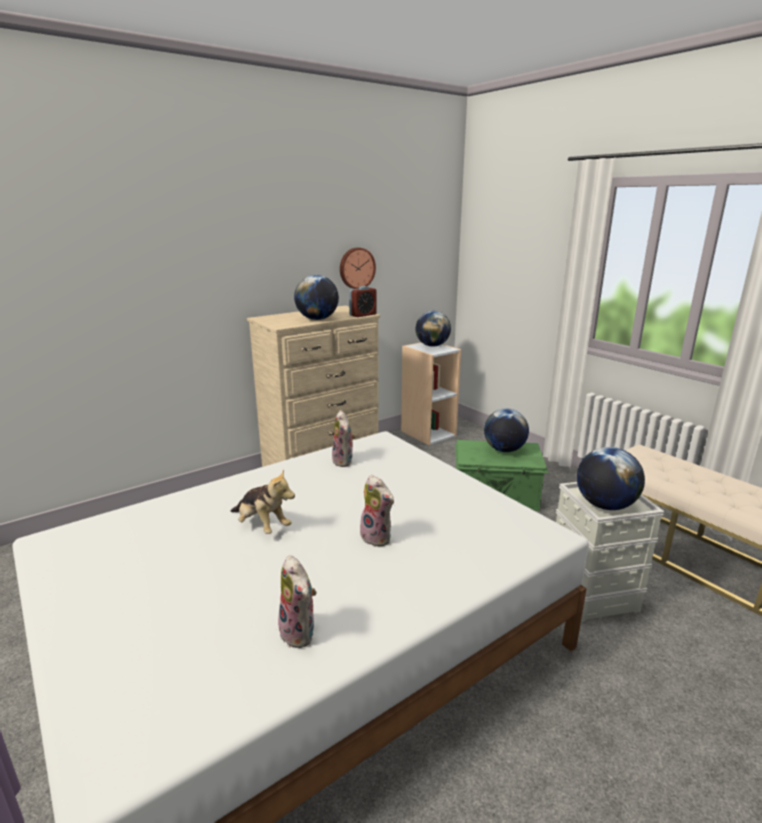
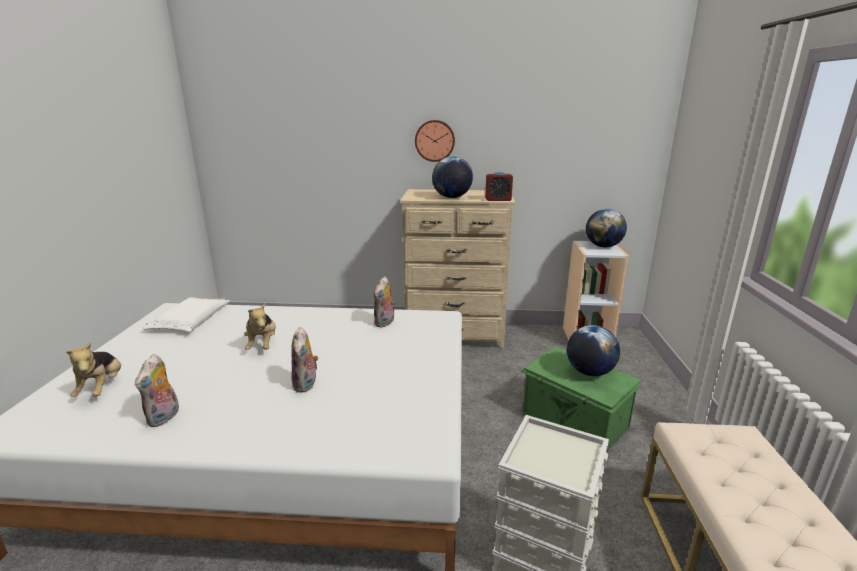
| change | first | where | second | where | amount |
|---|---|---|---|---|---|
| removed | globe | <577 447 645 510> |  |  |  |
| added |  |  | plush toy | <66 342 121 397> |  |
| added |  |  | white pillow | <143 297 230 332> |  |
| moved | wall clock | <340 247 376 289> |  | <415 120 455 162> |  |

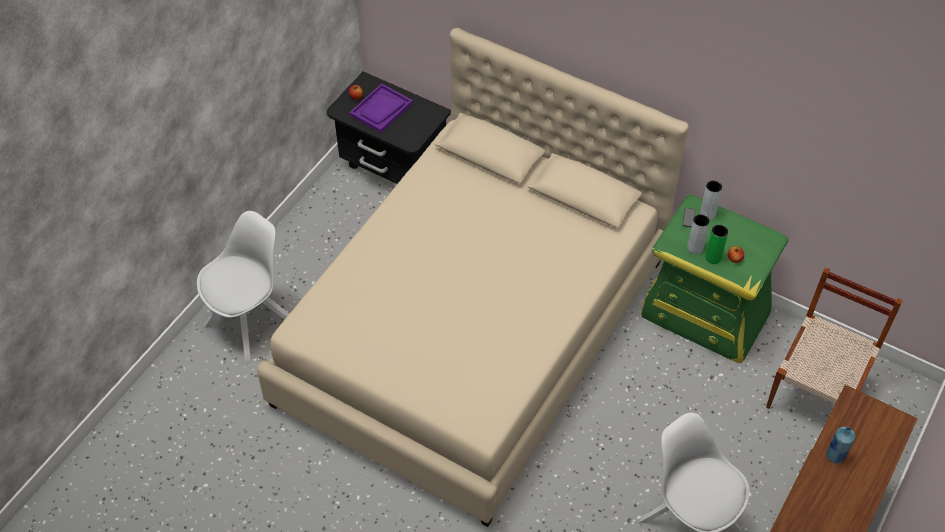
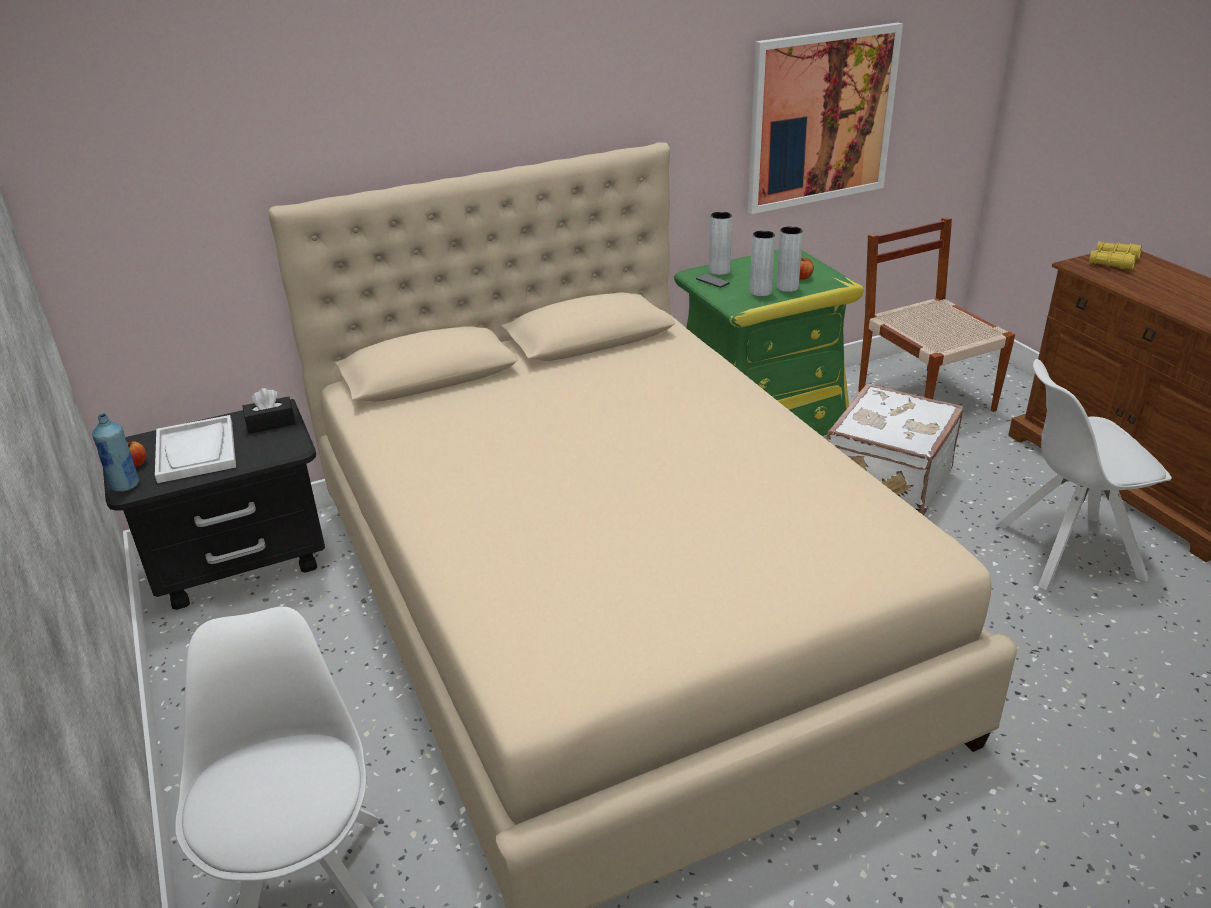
| change | first | where | second | where | amount |
|---|---|---|---|---|---|
| added |  |  | black tissue box | <243 388 296 434> |  |
| added |  |  | picture | <748 23 903 214> |  |
| added |  |  | white suitcase | <826 383 964 515> |  |
| added |  |  | yellow binoculars | <1089 241 1142 269> |  |
| moved | blue bottle | <826 427 855 464> |  | <92 413 139 492> |  |
| recoloured | purple tray | <350 83 413 133> | white tray | <155 415 236 483> |  |
| recoloured | green vase | <705 224 728 264> | grey vase | <776 226 803 292> |  |

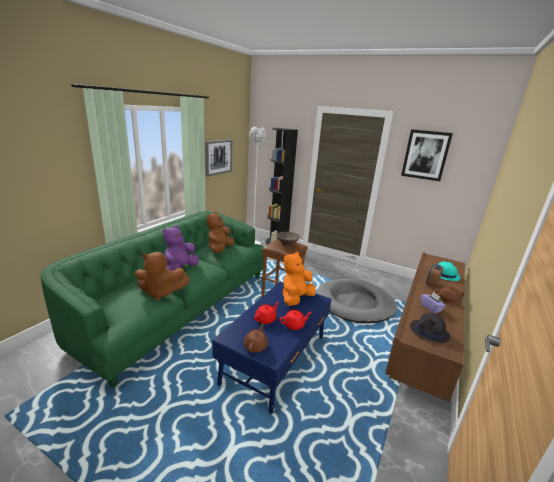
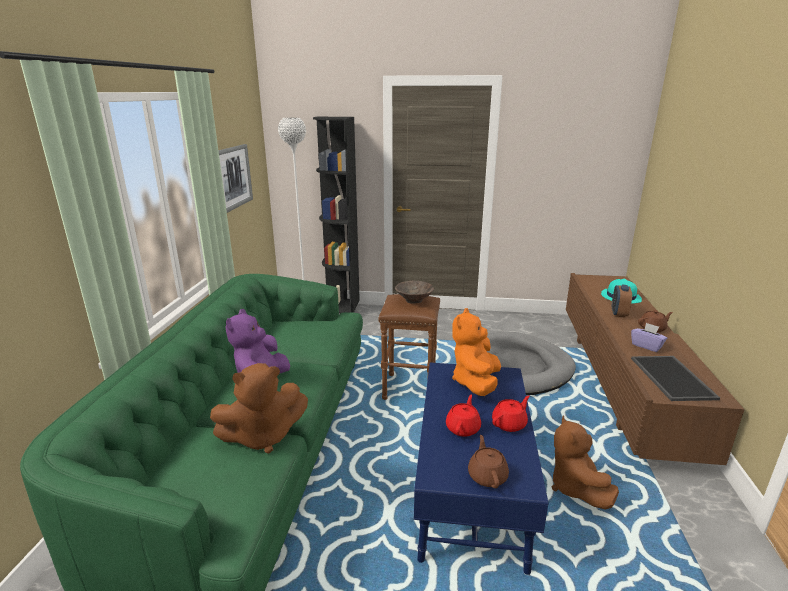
| change | first | where | second | where | amount |
|---|---|---|---|---|---|
| removed | picture | <401 129 453 181> |  |  |  |
| moved | brown plush toy | <207 212 234 253> |  | <552 416 619 510> |  |
| replaced | black hat | <410 313 450 343> | tray | <631 356 720 401> |  |

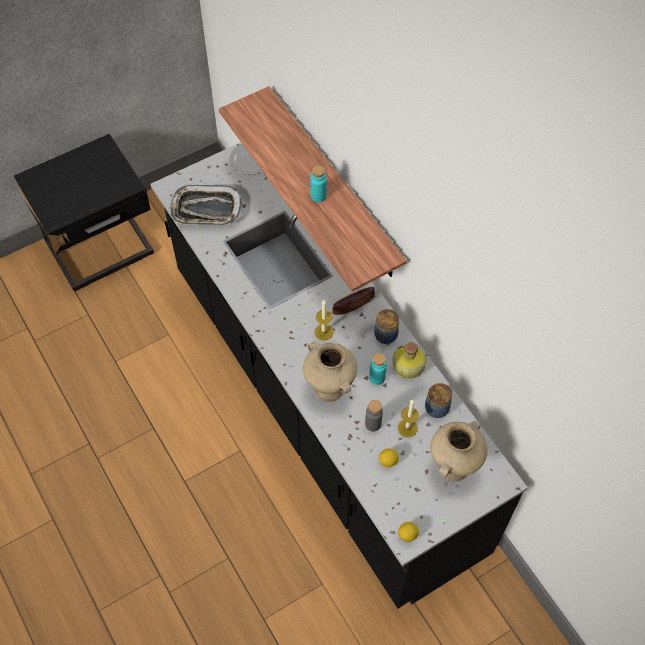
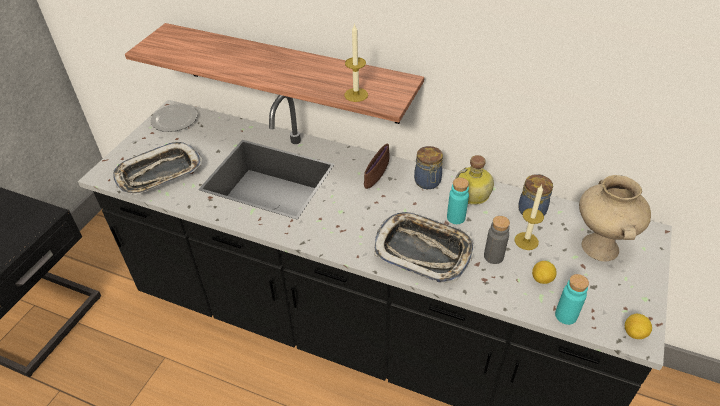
| change | first | where | second | where | amount |
|---|---|---|---|---|---|
| moved | turquoise bottle | <310 165 327 202> |  | <555 274 589 325> |  |
| moved | candle | <315 300 334 340> |  | <345 23 368 102> |  |
| replaced | beige vase | <303 342 357 402> | tray | <374 212 474 283> |  |

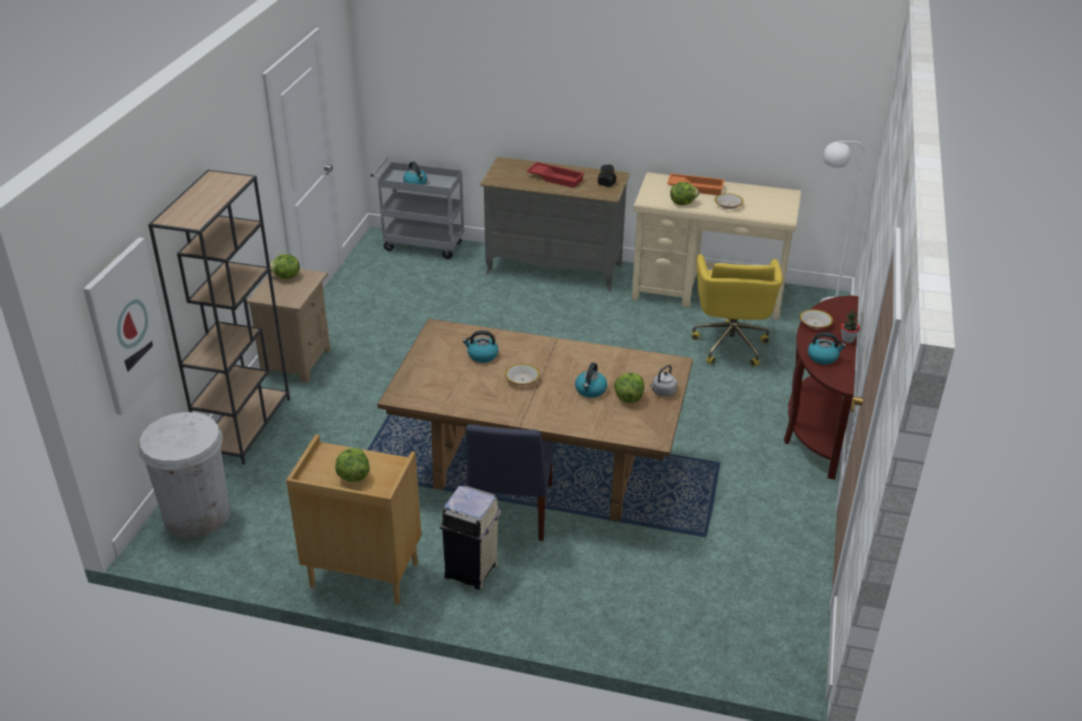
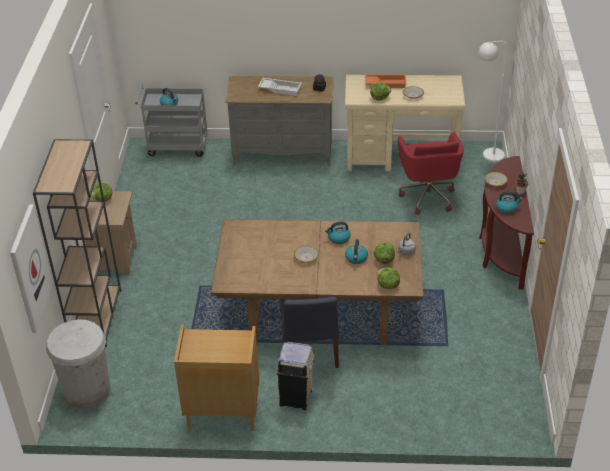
| change | first | where | second | where | amount |
|---|---|---|---|---|---|
| moved | lettuce | <335 448 370 482> |  | <377 267 400 289> |  |
| moved | kettle | <463 330 499 363> |  | <325 221 350 244> |  |
| recoloured | red tray | <526 162 585 188> | white tray | <258 78 302 96> |  |
| recoloured | yellow office chair | <691 254 782 366> | red office chair | <398 132 464 215> |  |

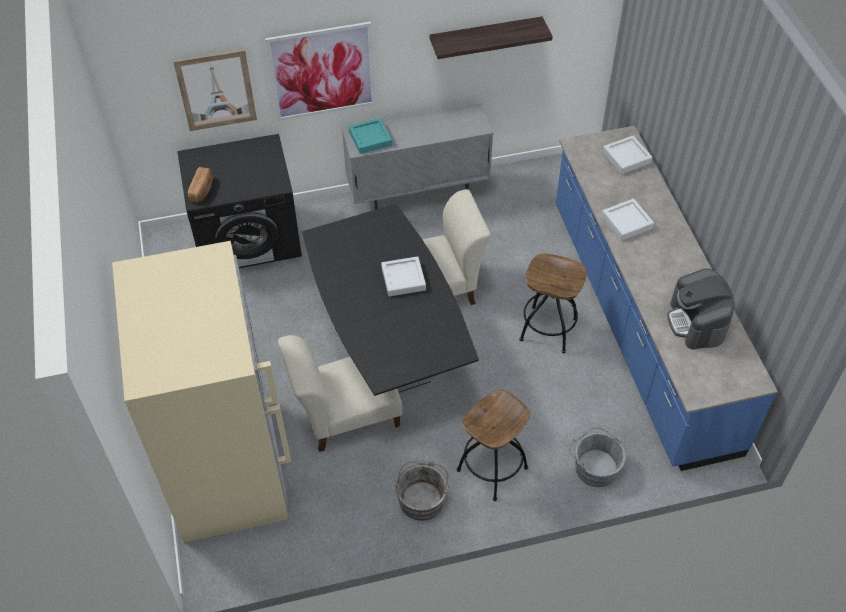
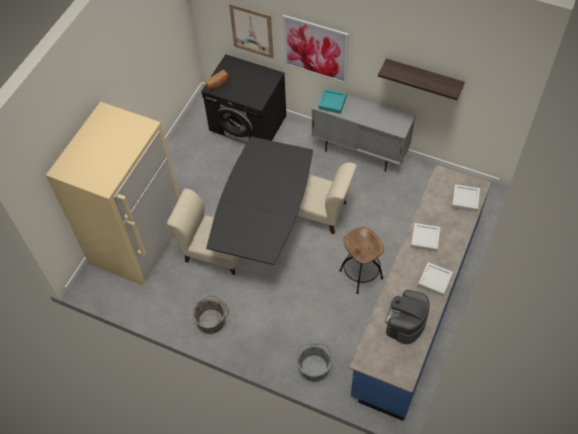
| change | first | where | second | where | amount |
|---|---|---|---|---|---|
| removed | brown stool | <457 389 530 501> |  |  |  |
| moved | grey tray | <381 256 426 297> |  | <418 262 453 296> |  |

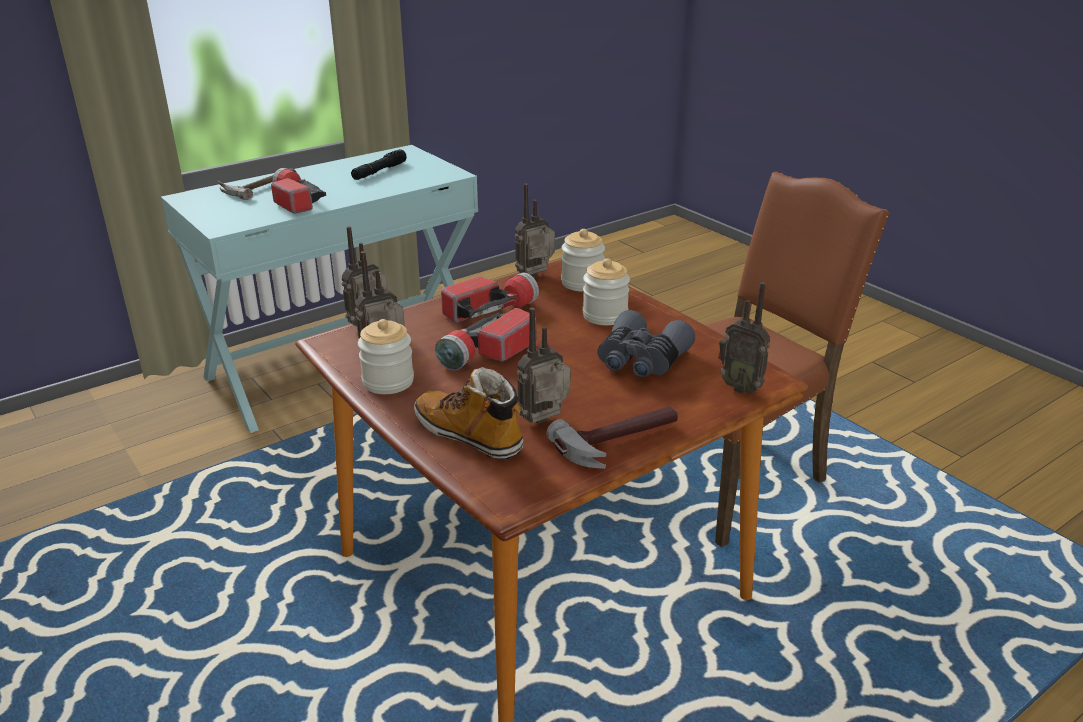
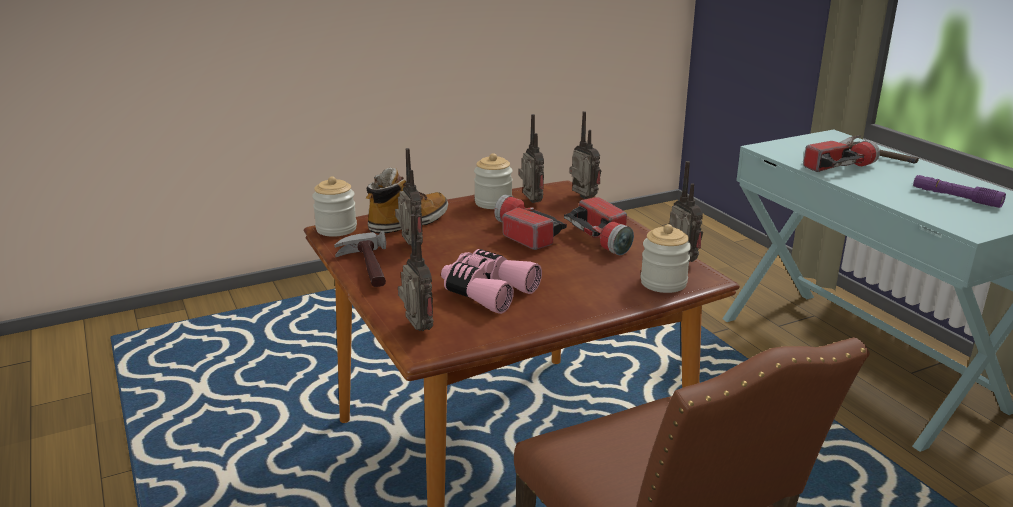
| change | first | where | second | where | amount |
|---|---|---|---|---|---|
| moved | jar | <583 258 630 325> |  | <312 177 357 237> |  |
| recoloured | black flashlight | <351 149 407 180> | purple flashlight | <913 175 1006 208> |  |
| recoloured | grey binoculars | <597 310 695 377> | pink binoculars | <441 249 542 314> |  |
| turned | radio | <718 282 770 394> |  | <398 214 433 331> | 105 degrees clockwise |

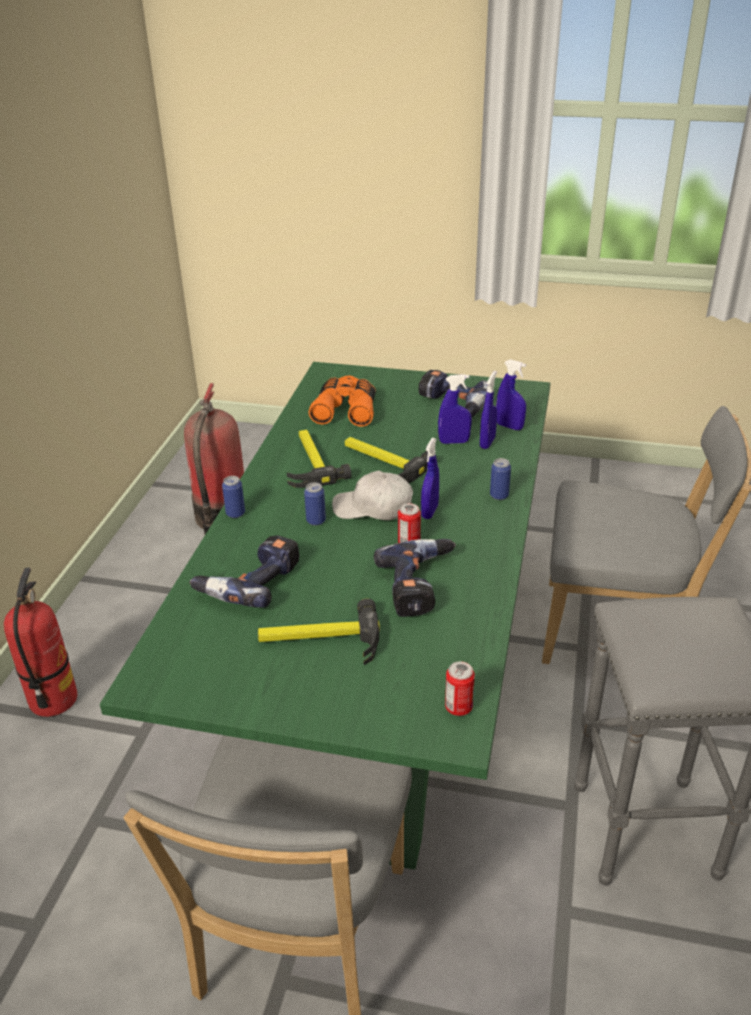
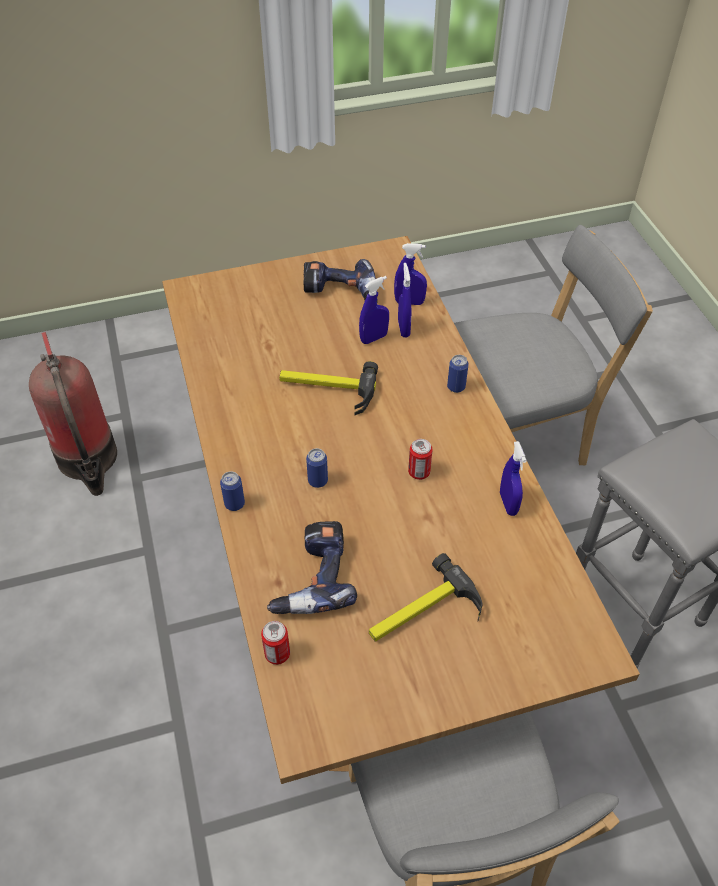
| change | first | where | second | where | amount |
|---|---|---|---|---|---|
| removed | fire extinguisher | <4 568 77 717> |  |  |  |
| removed | hammer | <287 430 351 488> |  |  |  |
| removed | orange binoculars | <309 375 376 427> |  |  |  |
| removed | white cap | <332 471 413 520> |  |  |  |
| removed | power drill | <374 539 456 617> |  |  |  |
| moved | blue spray bottle | <421 438 439 519> |  | <500 441 527 516> |  |
| moved | can | <445 661 475 716> |  | <261 621 290 665> |  |
| recoloured | green dining table | <100 362 550 870> | brown dining table | <162 236 640 784> |  |

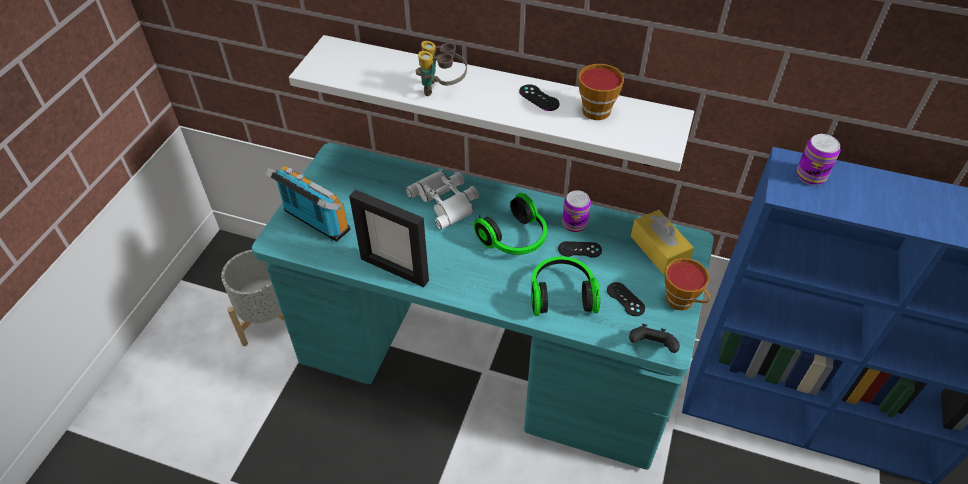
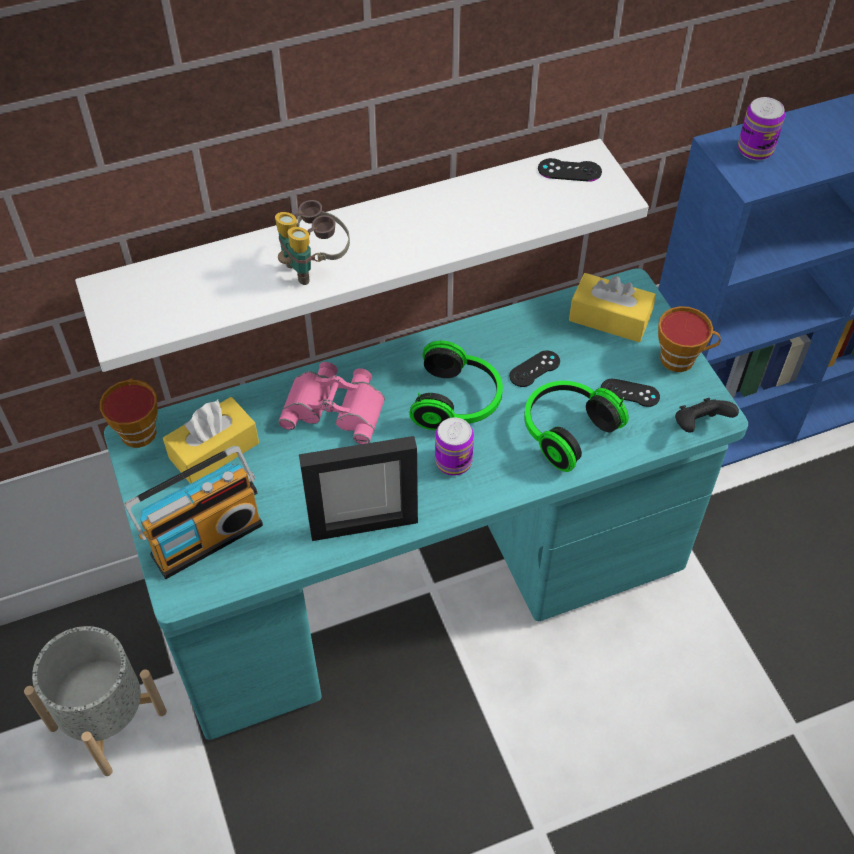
| change | first | where | second | where | amount |
|---|---|---|---|---|---|
| added |  |  | yellow tissue box | <163 397 259 484> |  |
| moved | black game controller | <519 84 560 111> |  | <538 158 602 182> |  |
| moved | can | <562 190 591 232> |  | <435 418 474 476> |  |
| moved | cup | <578 64 624 120> |  | <100 379 158 448> |  |
| recoloured | white binoculars | <405 170 479 230> | pink binoculars | <278 362 385 444> |  |
| turned | radio | <265 166 351 242> |  | <124 446 263 579> | 150 degrees clockwise |

